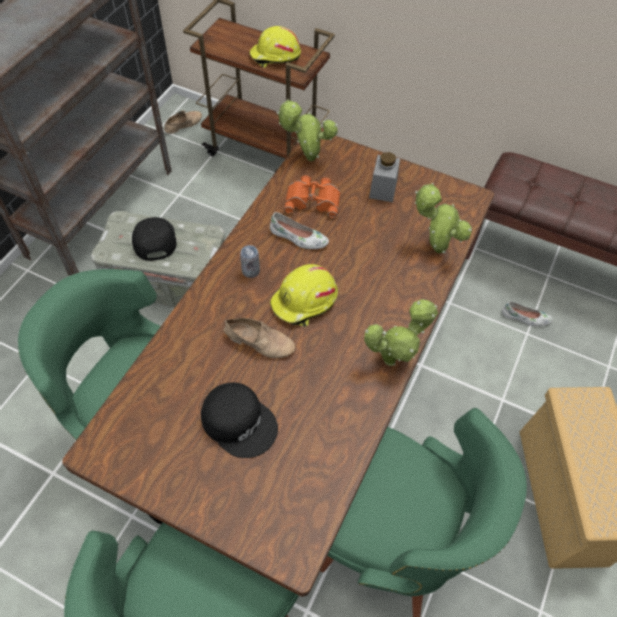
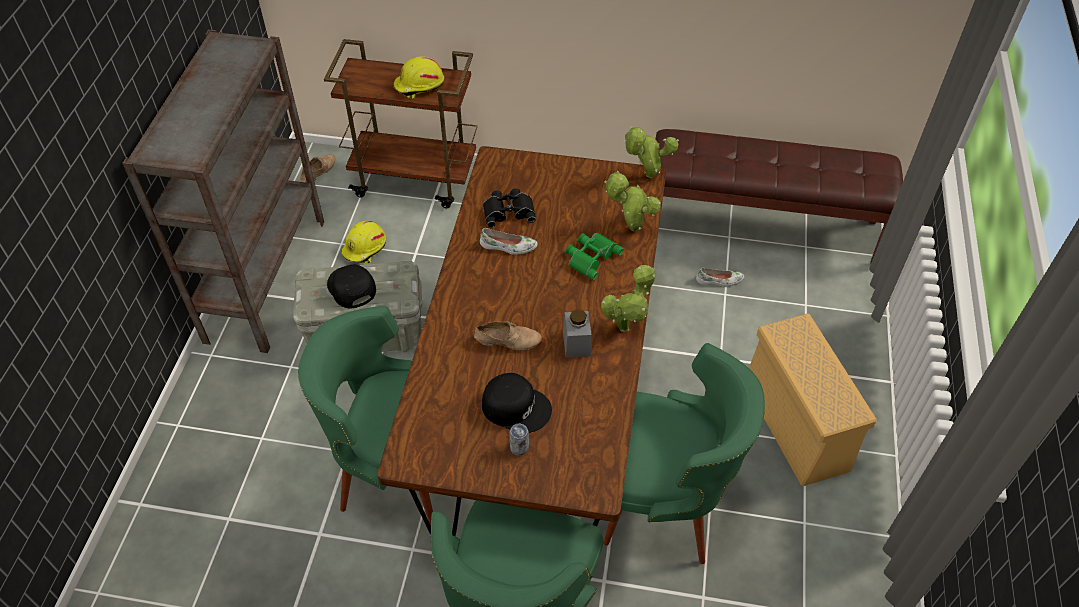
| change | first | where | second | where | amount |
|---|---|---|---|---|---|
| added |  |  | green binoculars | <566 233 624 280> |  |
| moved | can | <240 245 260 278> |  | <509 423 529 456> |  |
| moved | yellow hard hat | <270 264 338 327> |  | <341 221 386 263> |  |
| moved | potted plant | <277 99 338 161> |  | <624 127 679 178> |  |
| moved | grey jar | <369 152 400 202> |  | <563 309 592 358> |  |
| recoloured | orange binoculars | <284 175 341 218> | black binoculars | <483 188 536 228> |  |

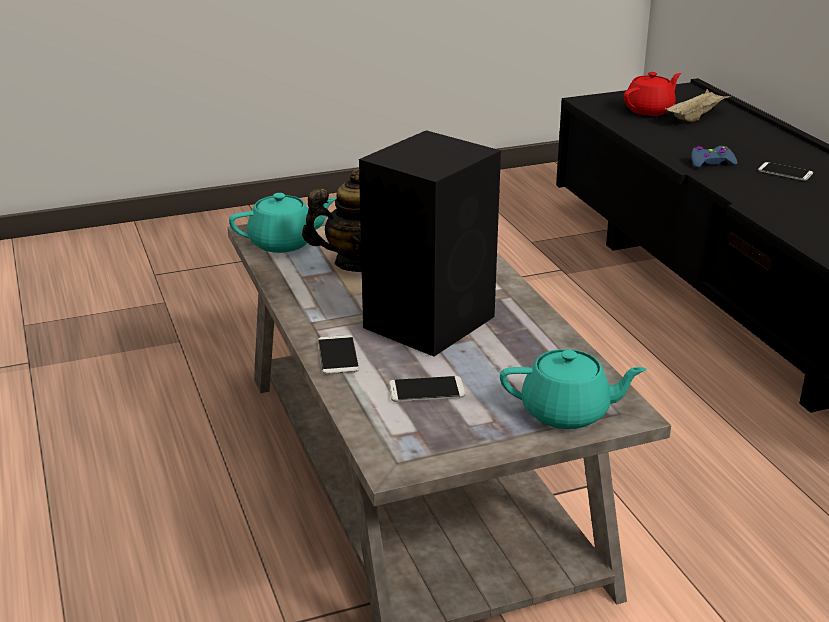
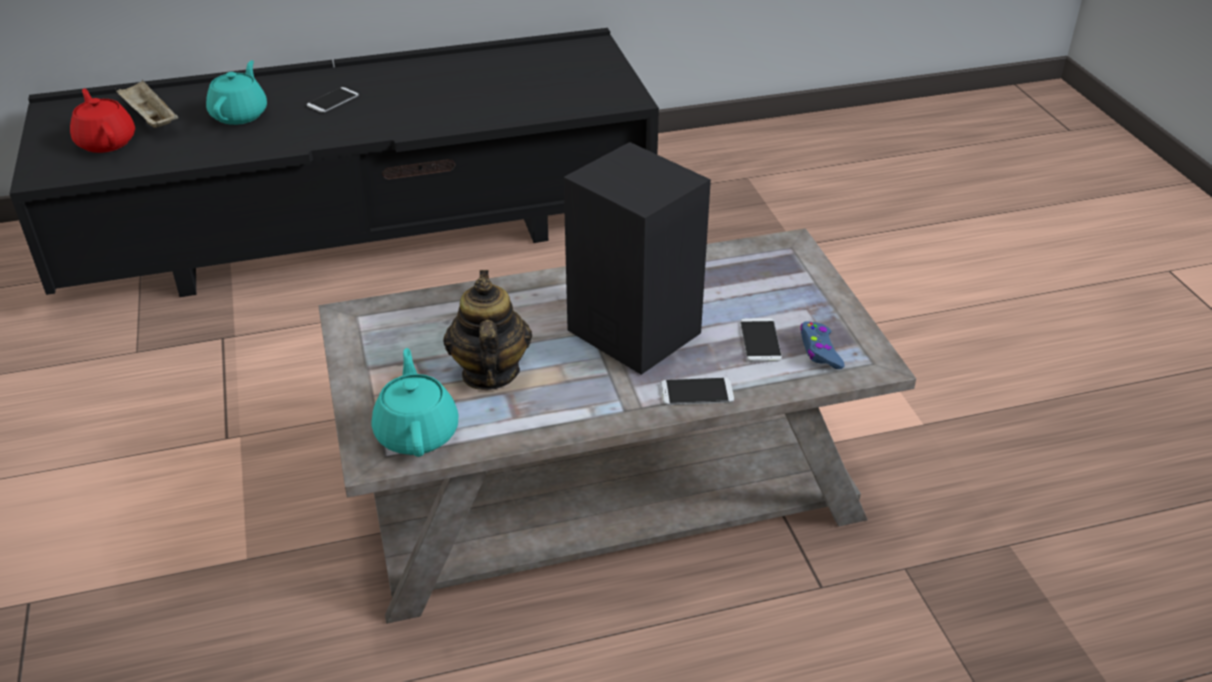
| change | first | where | second | where | amount |
|---|---|---|---|---|---|
| moved | turquoise teapot | <500 349 647 429> |  | <206 60 267 125> |  |
| moved | blue game controller | <691 146 737 168> |  | <800 321 845 369> |  |

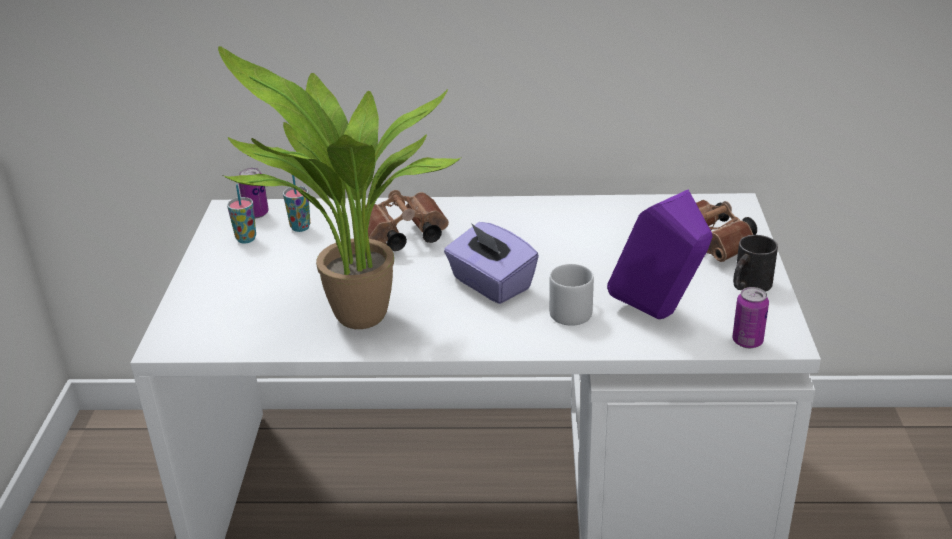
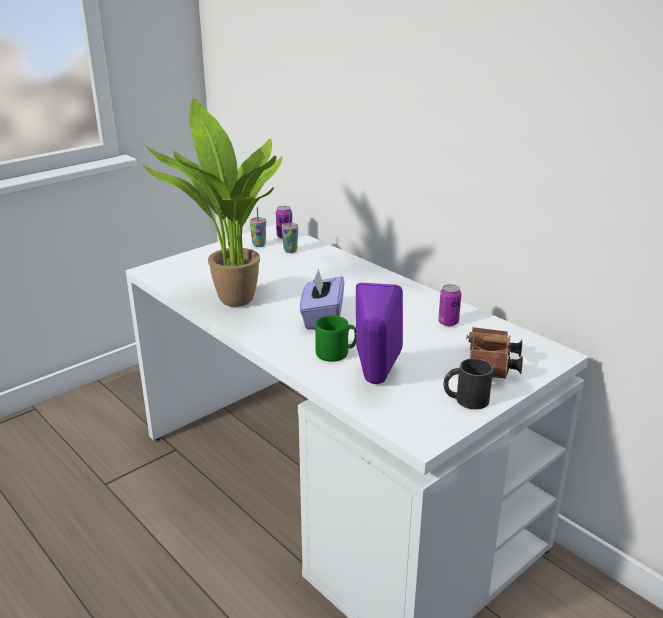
| change | first | where | second | where | amount |
|---|---|---|---|---|---|
| removed | brown binoculars | <368 190 449 251> |  |  |  |
| moved | can | <732 287 769 348> |  | <438 284 461 326> |  |
| recoloured | grey mug | <549 264 594 326> | green mug | <315 315 356 362> |  |

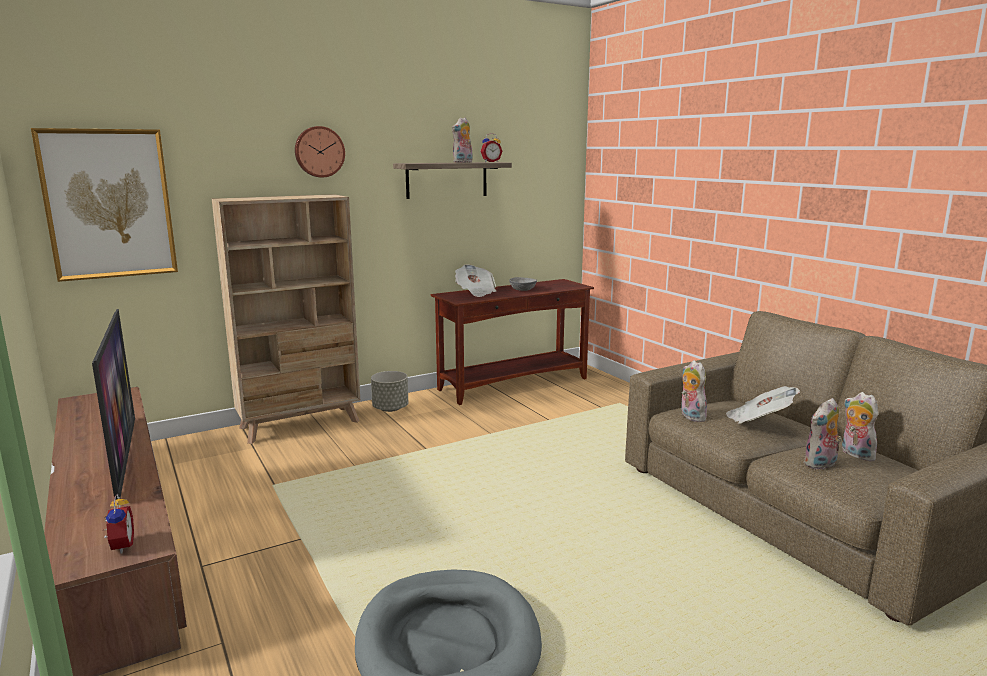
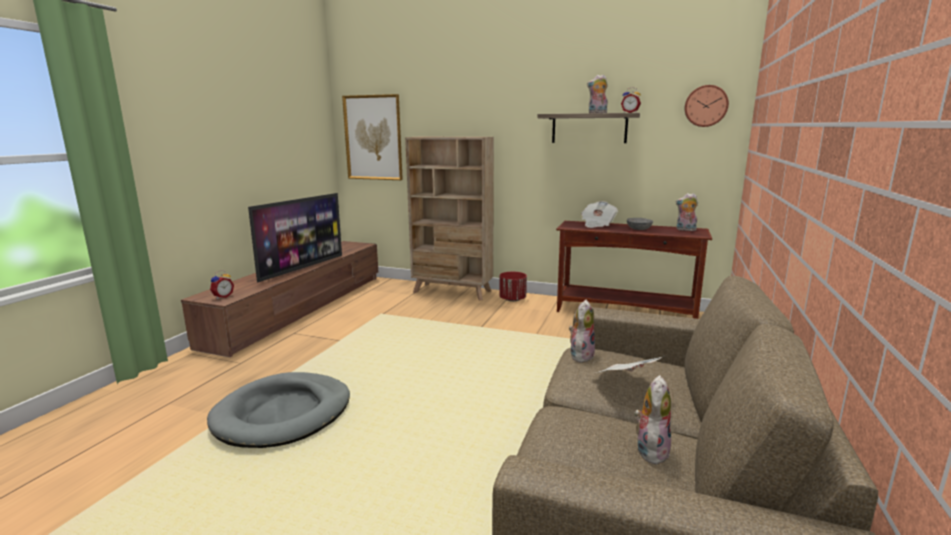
| change | first | where | second | where | amount |
|---|---|---|---|---|---|
| moved | wall clock | <295 126 345 178> |  | <685 85 729 127> |  |
| moved | plush toy | <803 398 842 470> |  | <675 193 698 231> |  |
| recoloured | grey planter | <371 371 408 412> | red planter | <499 272 527 302> |  |

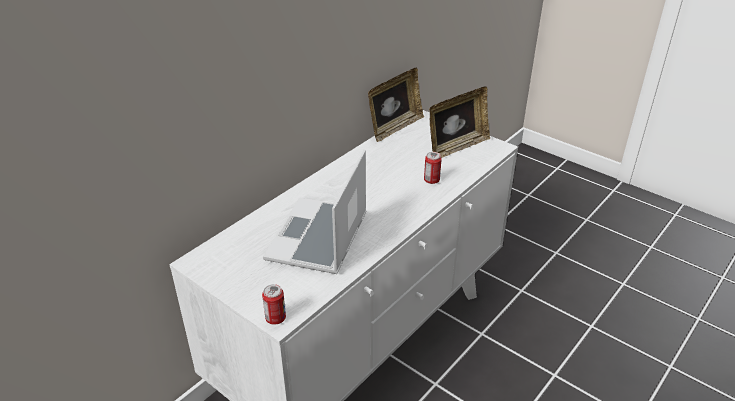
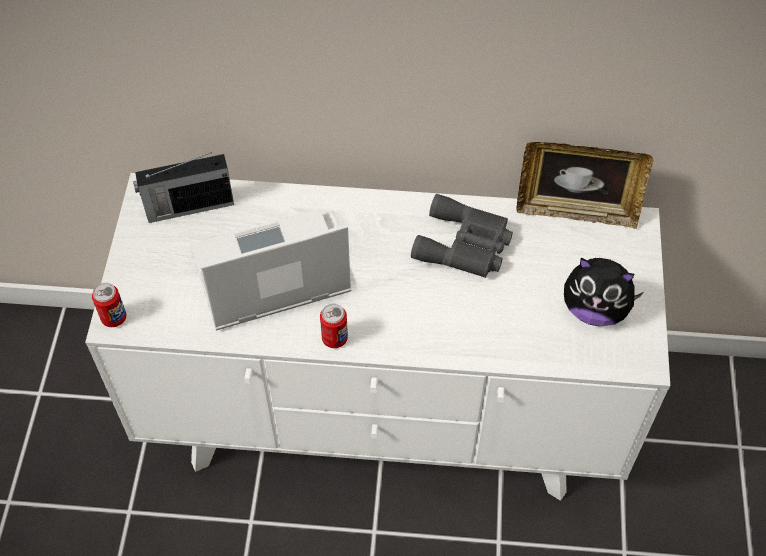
| change | first | where | second | where | amount |
|---|---|---|---|---|---|
| added |  |  | radio | <133 152 234 223> |  |
| added |  |  | grey binoculars | <411 194 513 278> |  |
| moved | can | <424 152 442 184> |  | <320 304 348 348> |  |
| replaced | picture frame | <429 86 490 158> | plush toy | <564 258 644 326> |  |

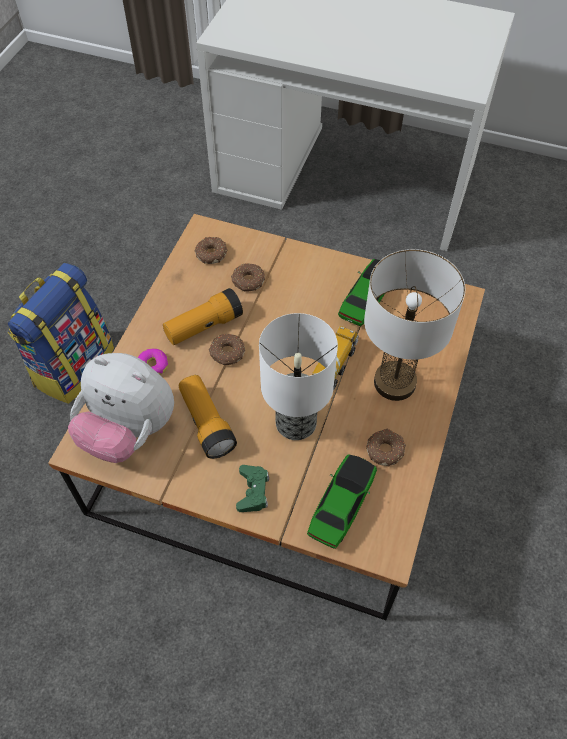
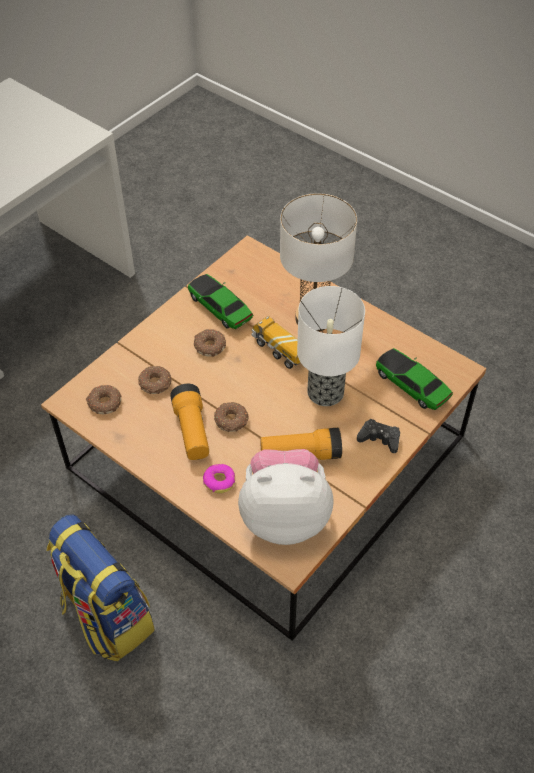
| change | first | where | second | where | amount |
|---|---|---|---|---|---|
| moved | donut | <366 429 406 467> |  | <194 329 226 357> |  |
| recoloured | green game controller | <236 465 269 512> | black game controller | <357 419 400 453> |  |
| turned | plush toy | <68 353 174 463> |  | <238 449 334 545> | 135 degrees counterclockwise |

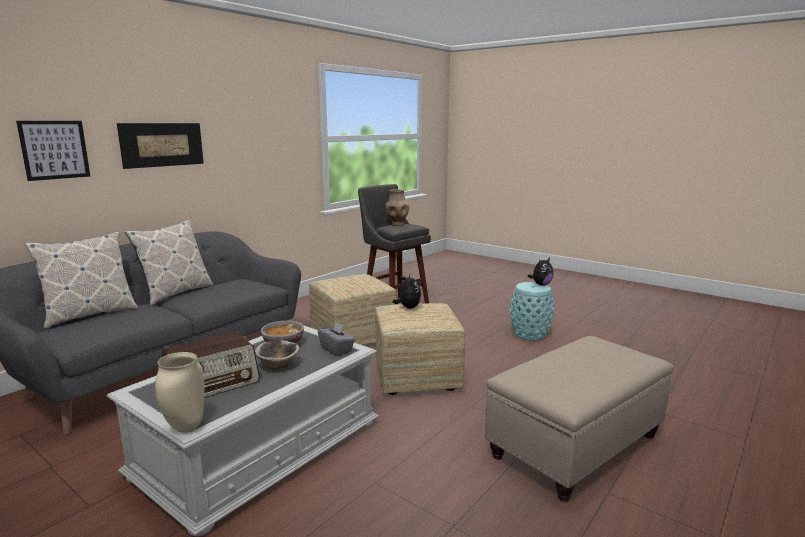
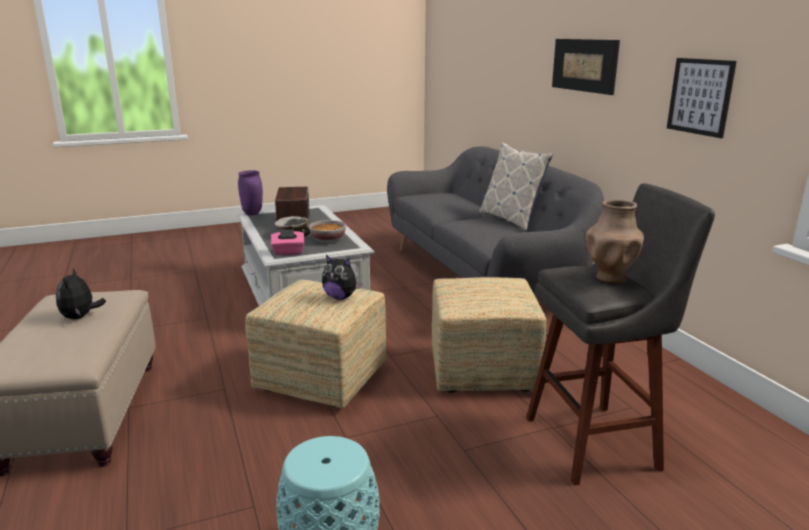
| change | first | where | second | where | amount |
|---|---|---|---|---|---|
| removed | pillow | <25 232 138 329> |  |  |  |
| moved | picture | <16 121 91 181> |  | <667 58 737 138> |  |
| moved | plush toy | <528 258 554 286> |  | <56 269 106 319> |  |
| recoloured | beige vase | <155 352 204 433> | purple vase | <238 170 263 216> |  |
| recoloured | grey tissue box | <318 321 355 356> | pink tissue box | <271 229 304 255> |  |

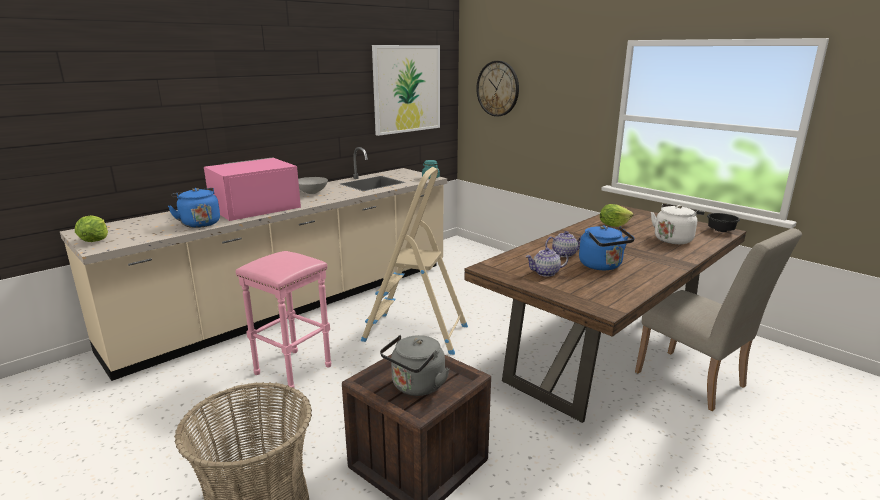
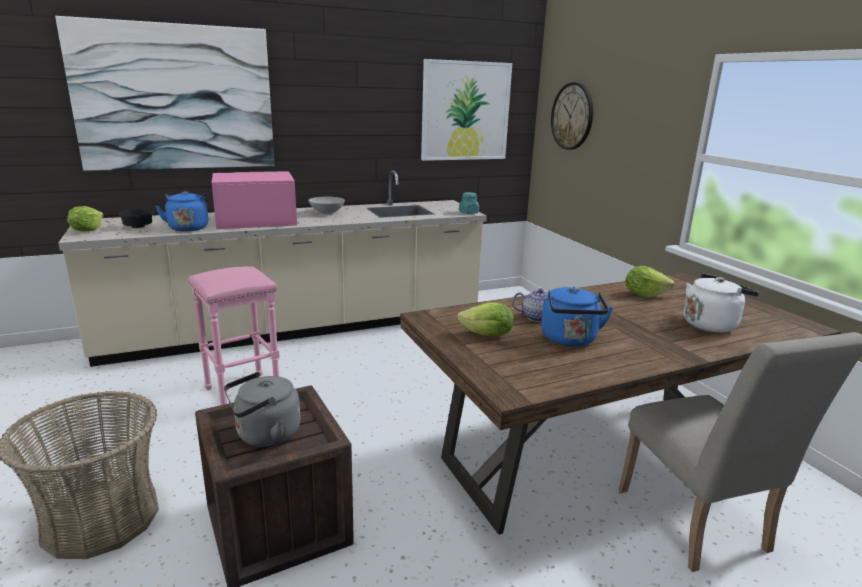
| change | first | where | second | where | amount |
|---|---|---|---|---|---|
| removed | beige step ladder | <361 167 468 355> |  |  |  |
| added |  |  | picture | <55 16 275 171> |  |
| moved | black bowl | <707 213 740 232> |  | <118 209 154 228> |  |
| replaced | teapot | <525 248 568 277> | lettuce | <457 302 514 336> |  |

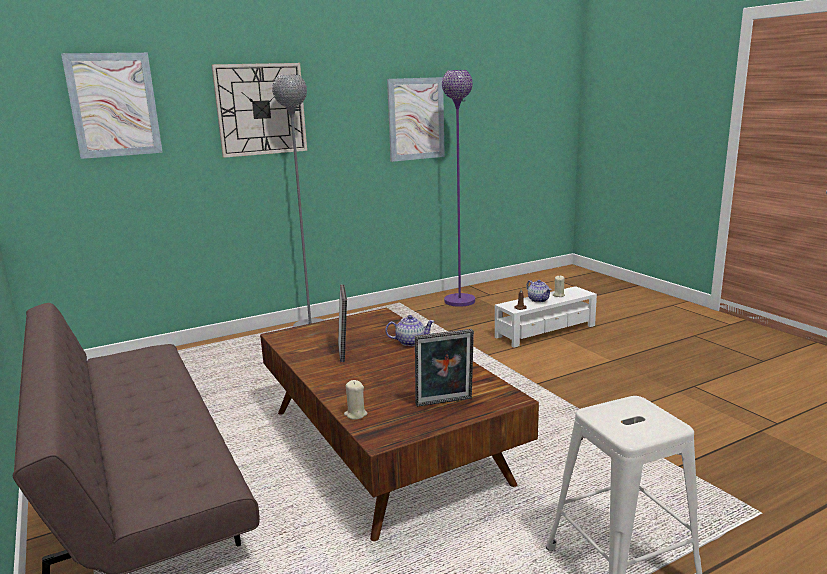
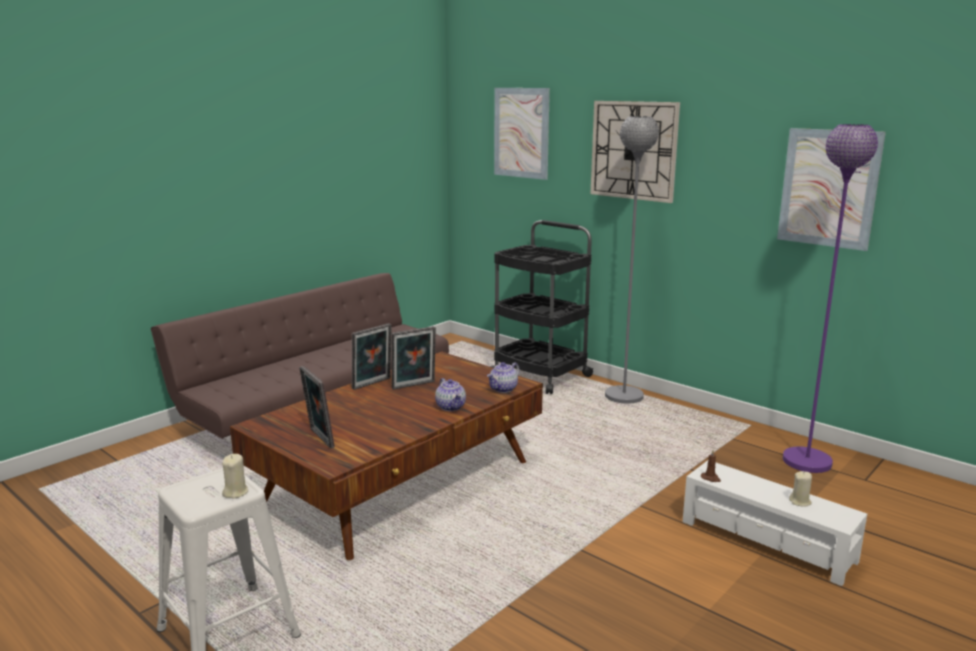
| change | first | where | second | where | amount |
|---|---|---|---|---|---|
| added |  |  | picture frame | <352 323 392 390> |  |
| added |  |  | black cart | <490 220 593 394> |  |
| moved | beige candle | <344 380 368 420> |  | <222 454 248 499> |  |
| moved | teapot | <526 280 552 303> |  | <487 362 519 393> |  |

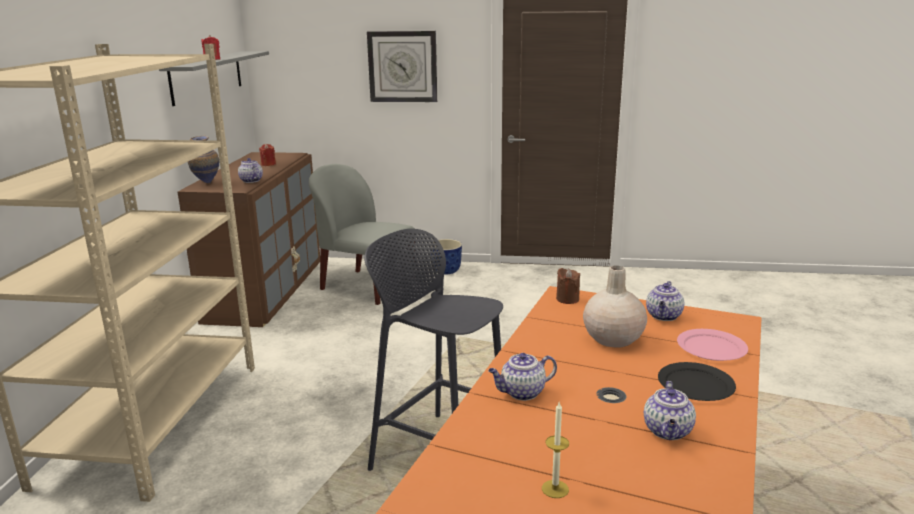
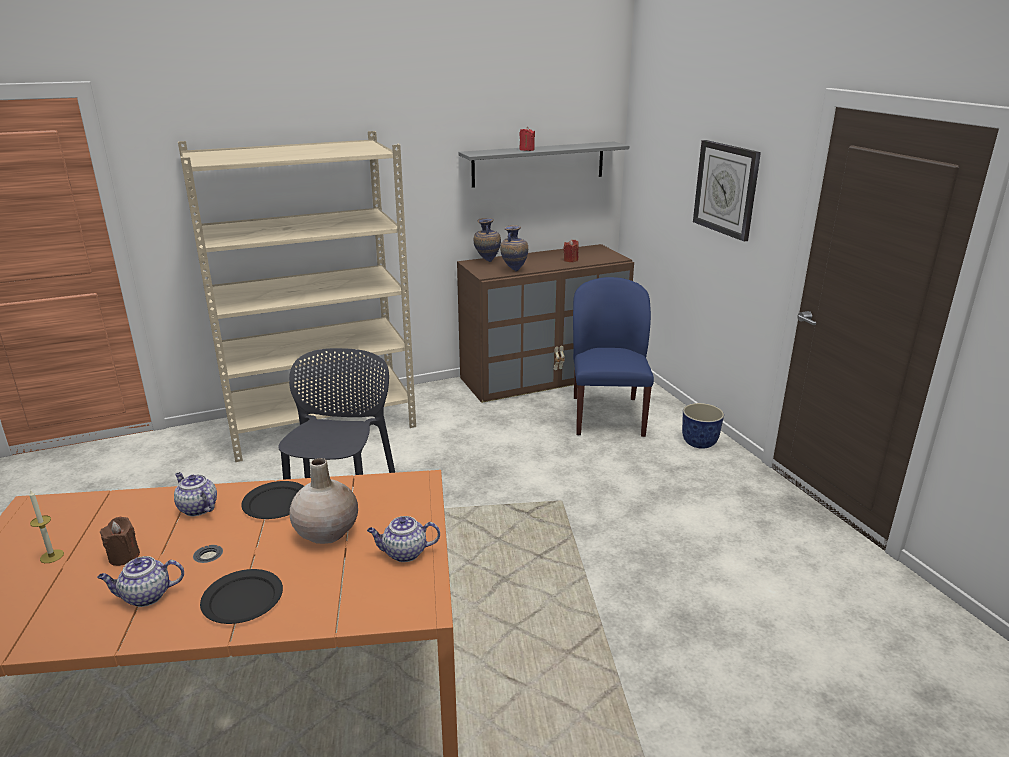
| change | first | where | second | where | amount |
|---|---|---|---|---|---|
| removed | pink plate | <677 329 748 361> |  |  |  |
| added |  |  | black plate | <241 481 304 519> |  |
| moved | brown candle | <556 268 580 304> |  | <100 517 140 566> |  |
| replaced | teapot | <238 158 263 183> | vase | <500 225 528 272> |  |
| recoloured | grey chair | <309 164 415 305> | blue chair | <573 277 654 437> |  |

